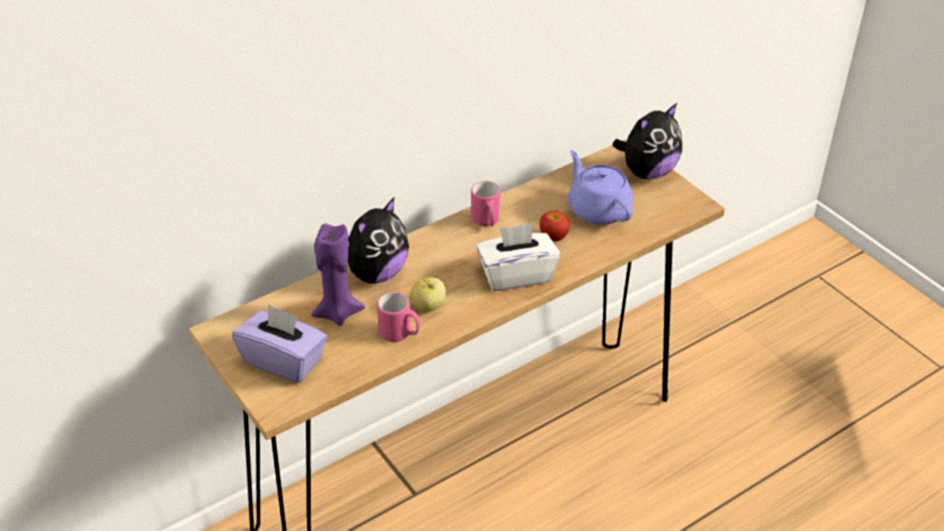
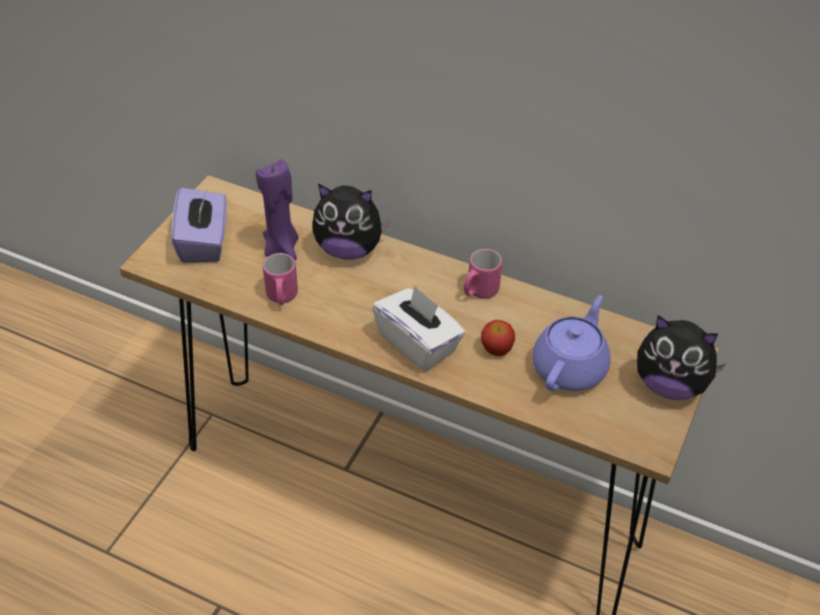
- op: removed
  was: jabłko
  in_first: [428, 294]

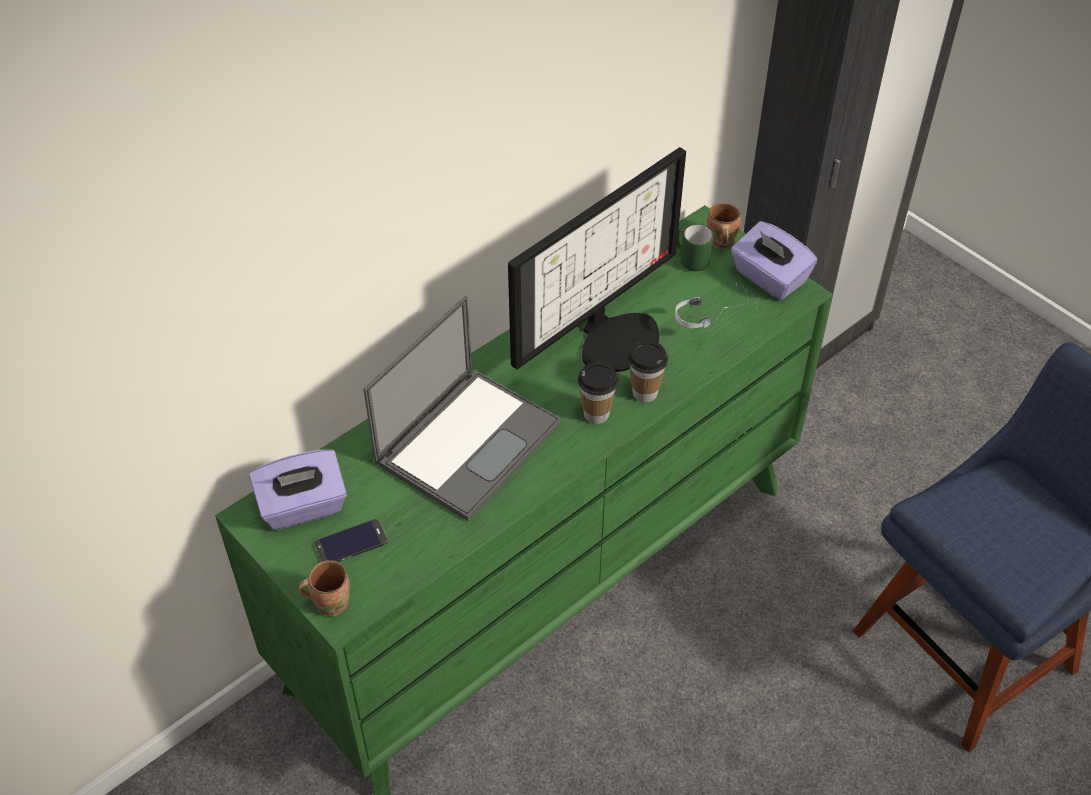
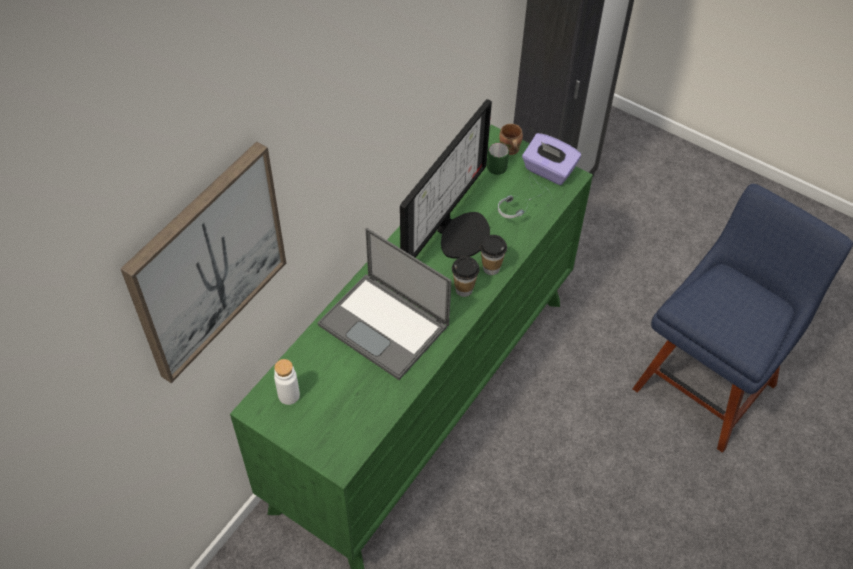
- op: added
  now: obraz
  in_second: [203, 262]
- op: replaced
  was: pudełko chusteczek (fioletowy)
  now: butelka (biały)
  in_first: [298, 489]
  in_second: [287, 382]
- op: turned
  was: laptop
  in_first: [462, 408]
  in_second: [385, 304]
  clockwise: 105
- op: removed
  was: kubek (brązowy)
  in_first: [324, 588]
- op: removed
  was: telefon
  in_first: [351, 540]

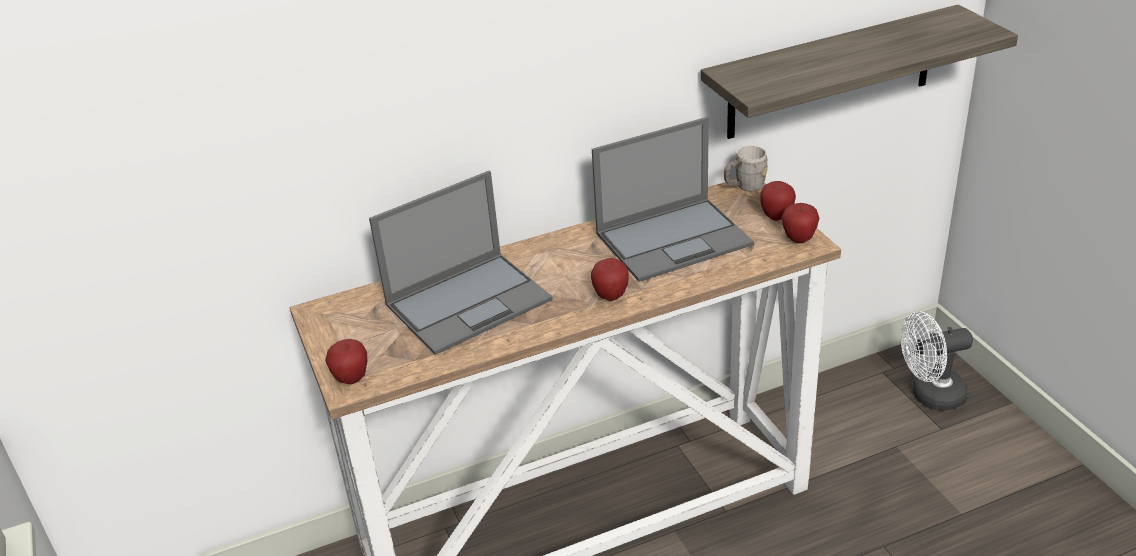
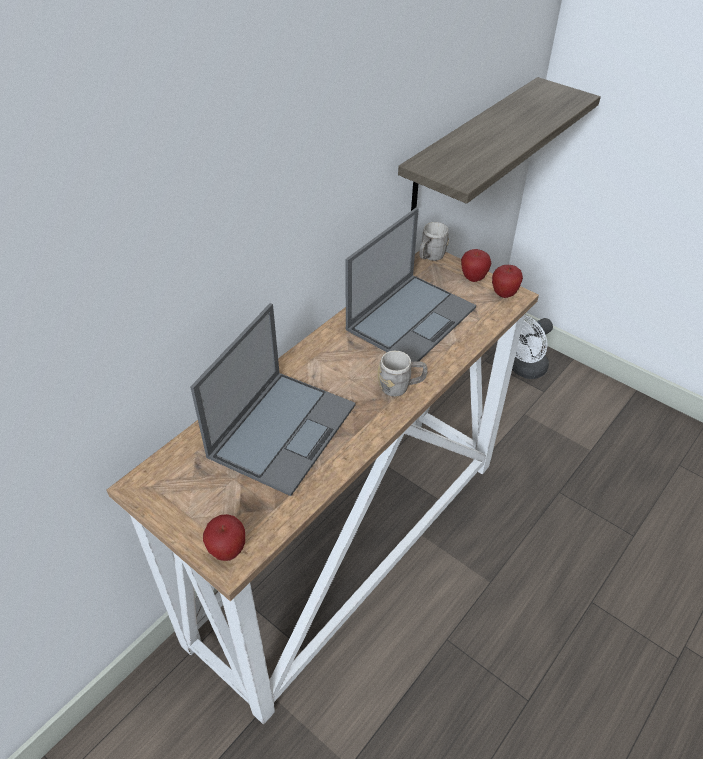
- op: replaced
  was: jabłko
  now: kubek (szary)
  in_first: [610, 279]
  in_second: [403, 374]

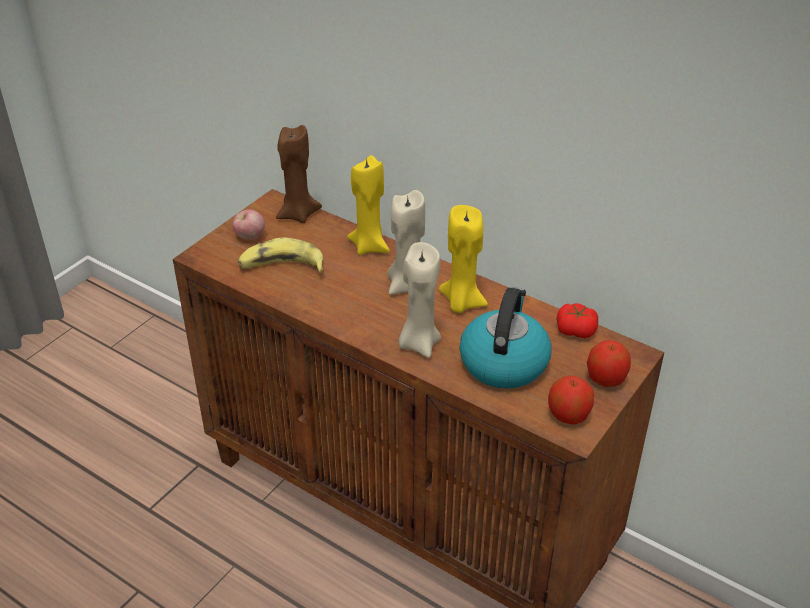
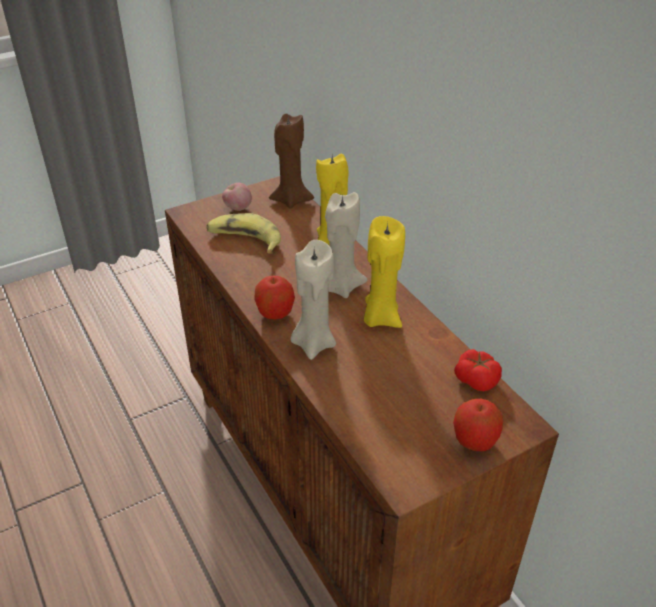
- op: moved
  was: jabłko
  in_first: [571, 400]
  in_second: [275, 297]
- op: removed
  was: czajnik
  in_first: [505, 338]

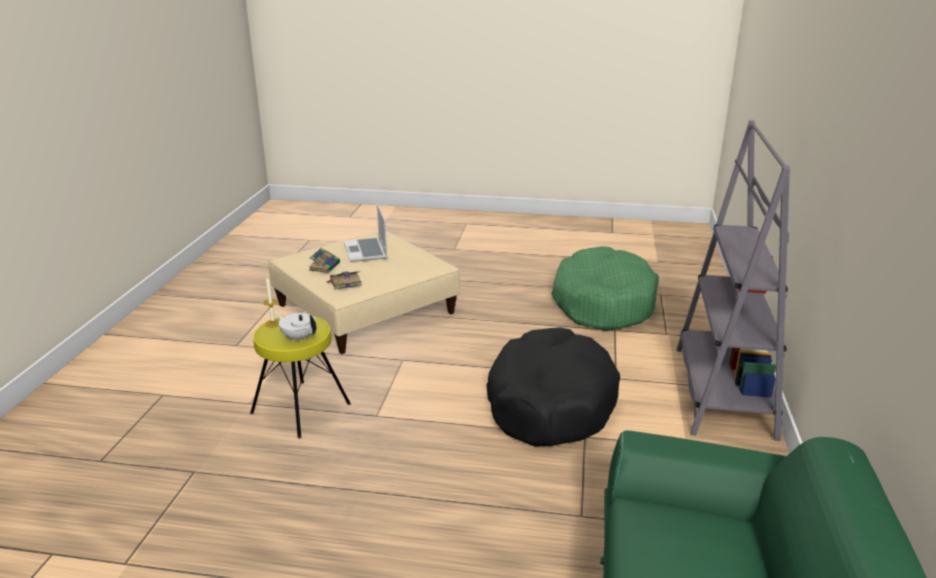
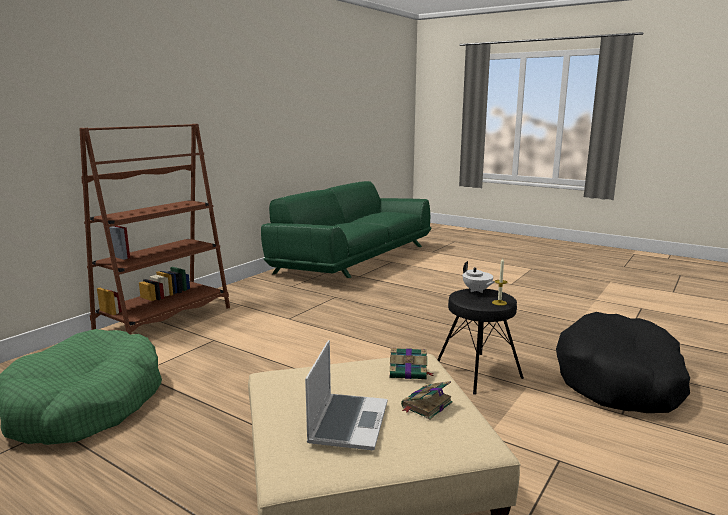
- op: recoloured
  was: regał (szary)
  now: regał (brązowy)
  in_first: [733, 280]
  in_second: [154, 229]
- op: recoloured
  was: stołek (żółty)
  now: stołek (czarny)
  in_first: [300, 377]
  in_second: [480, 342]
- op: moved
  was: legowisko (czarny)
  in_first: [553, 387]
  in_second: [623, 362]

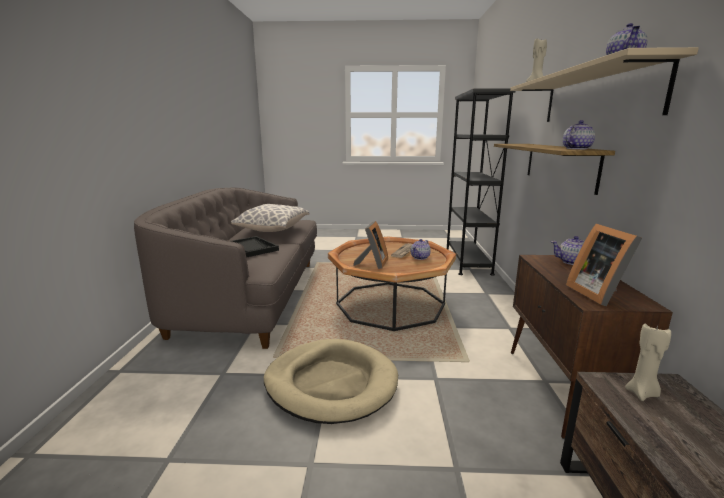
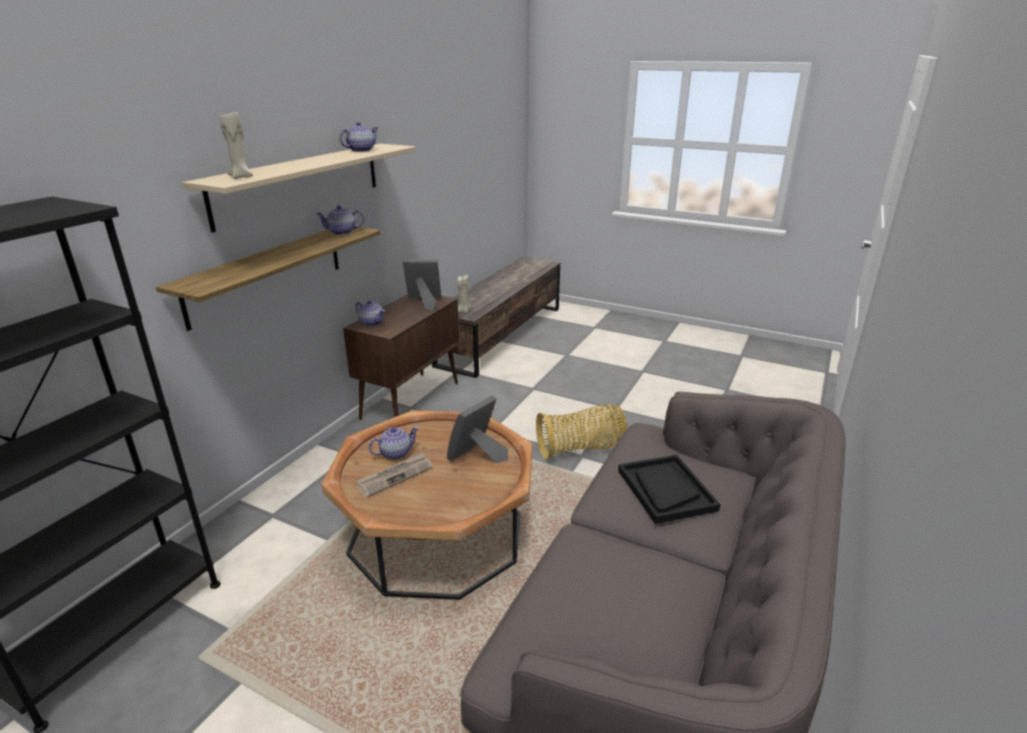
- op: turned
  was: ramka na zdjęcie
  in_first: [604, 265]
  in_second: [422, 285]
  clockwise: -105
- op: replaced
  was: legowisko (beżowy)
  now: koszyk
  in_first: [331, 381]
  in_second: [582, 431]
- op: removed
  was: poduszka
  in_first: [270, 218]

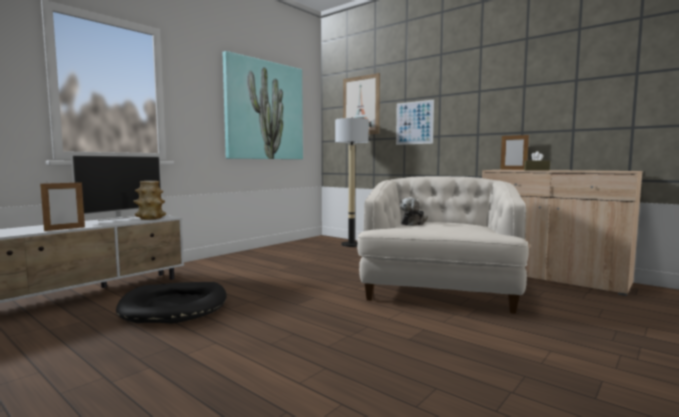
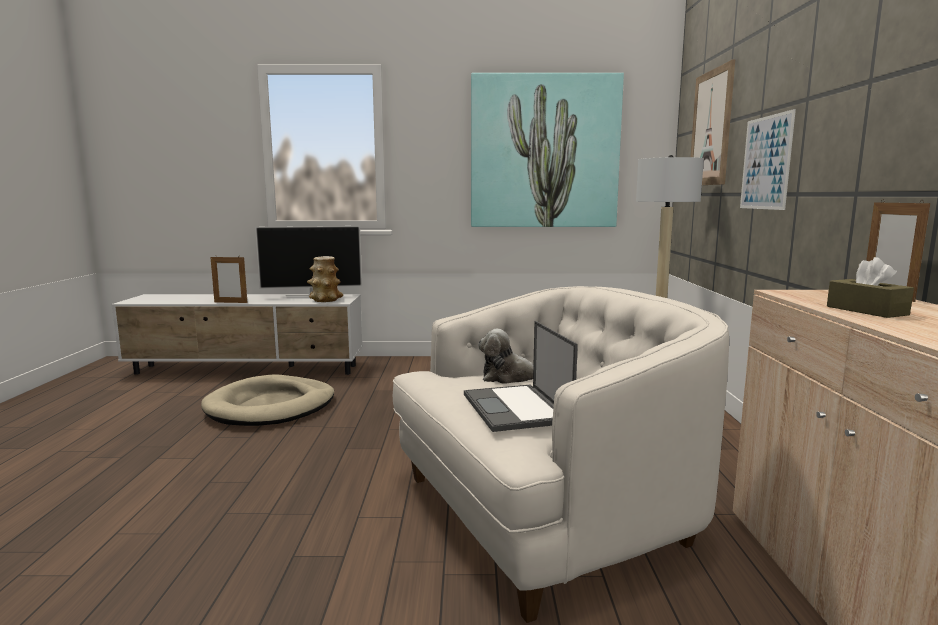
- op: recoloured
  was: legowisko (czarny)
  now: legowisko (beżowy)
  in_first: [171, 303]
  in_second: [267, 400]
- op: added
  now: laptop
  in_second: [521, 376]

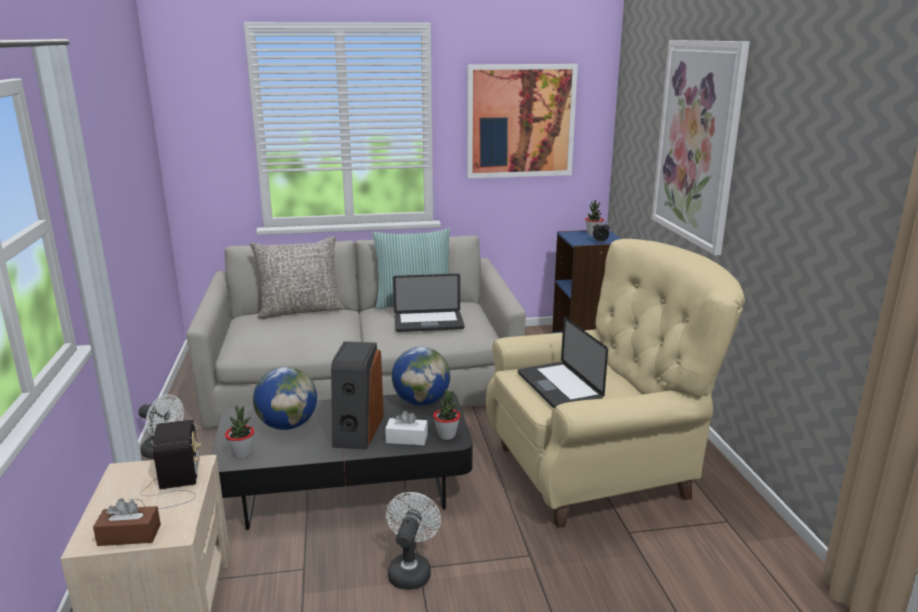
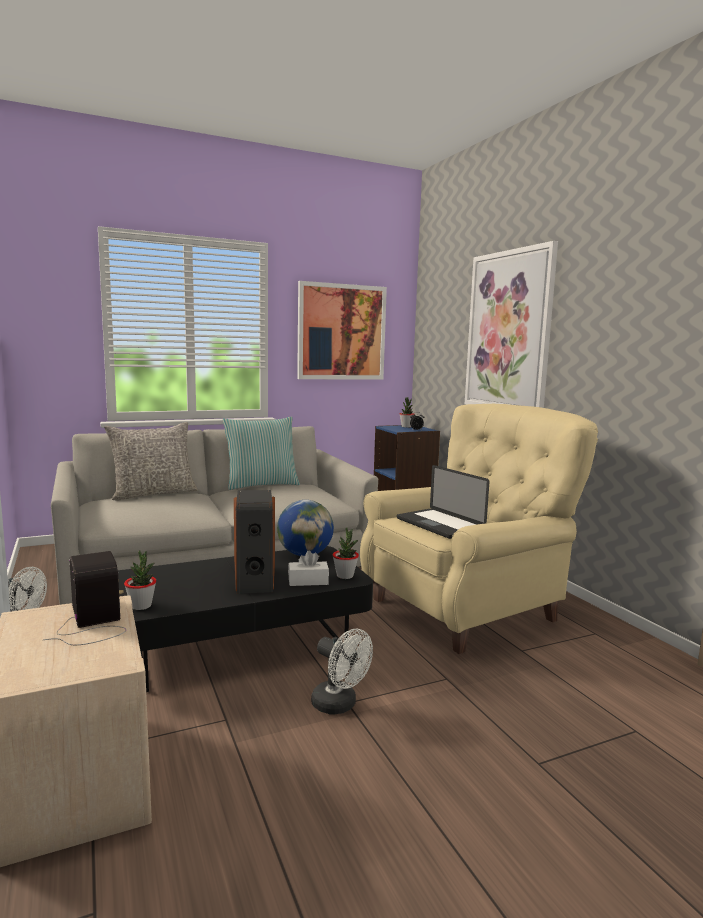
- op: turned
  was: wentylator (biały)
  in_first: [413, 541]
  in_second: [342, 671]
  clockwise: 135
- op: removed
  was: pudełko chusteczek (brązowy)
  in_first: [127, 522]
- op: removed
  was: globus
  in_first: [285, 398]
- op: removed
  was: laptop
  in_first: [429, 303]

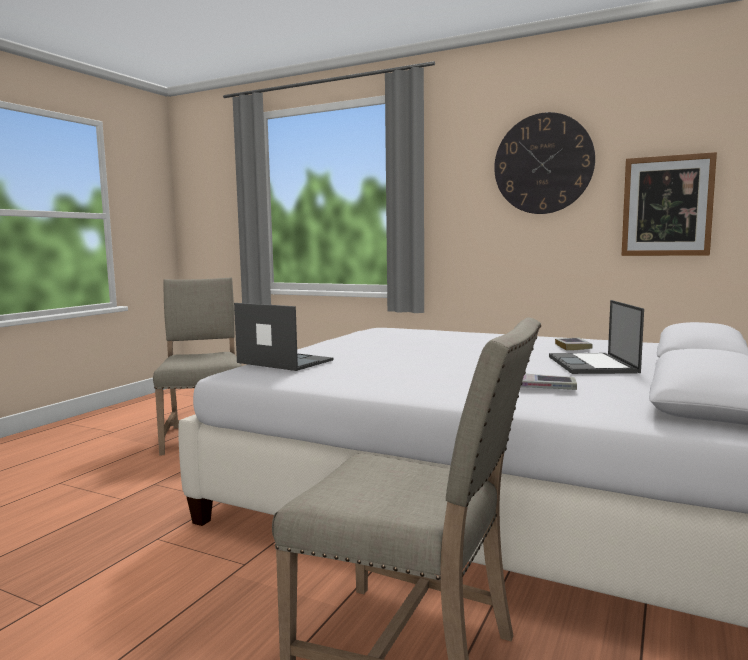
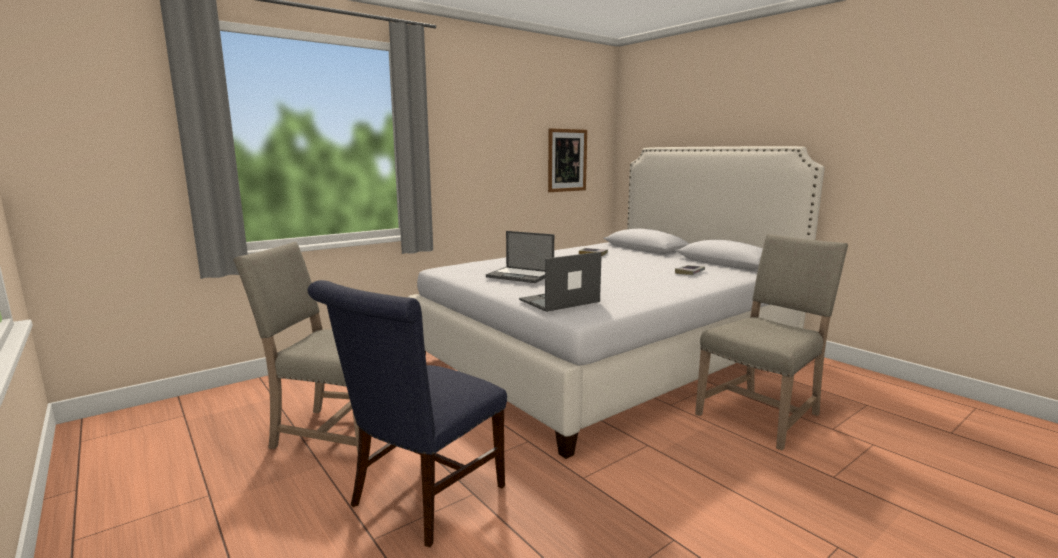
- op: added
  now: krzesło (niebieski)
  in_second: [407, 413]
- op: moved
  was: laptop
  in_first: [596, 337]
  in_second: [520, 257]
- op: removed
  was: zegar ścienny
  in_first: [544, 163]

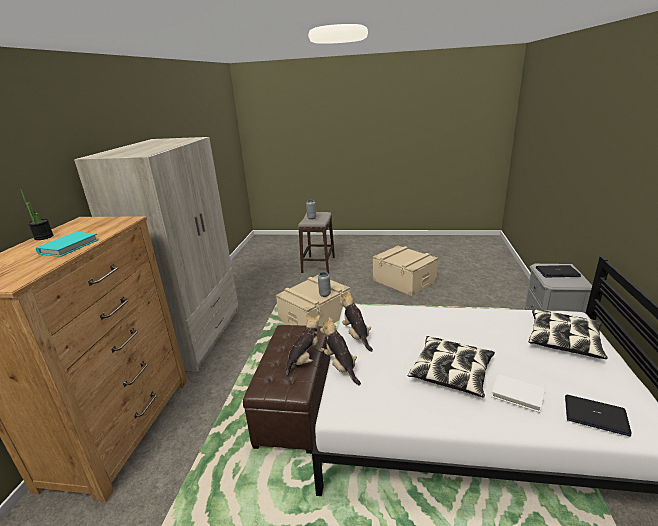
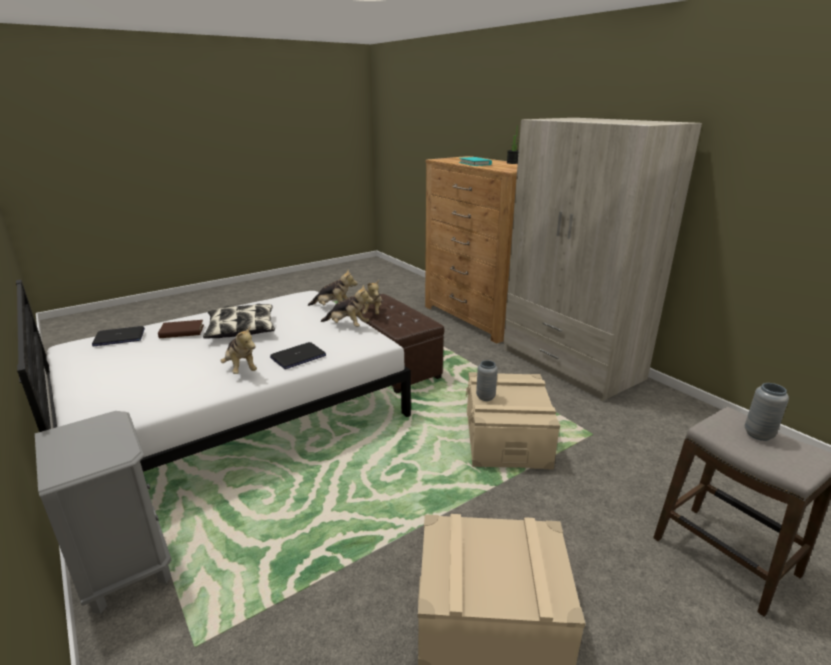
- op: recoloured
  was: książka (biały)
  now: książka (brązowy)
  in_first: [518, 393]
  in_second: [181, 329]
- op: added
  now: pluszak
  in_second: [238, 350]
- op: moved
  was: laptop
  in_first: [558, 271]
  in_second: [298, 355]
- op: removed
  was: poduszka
  in_first: [568, 334]

